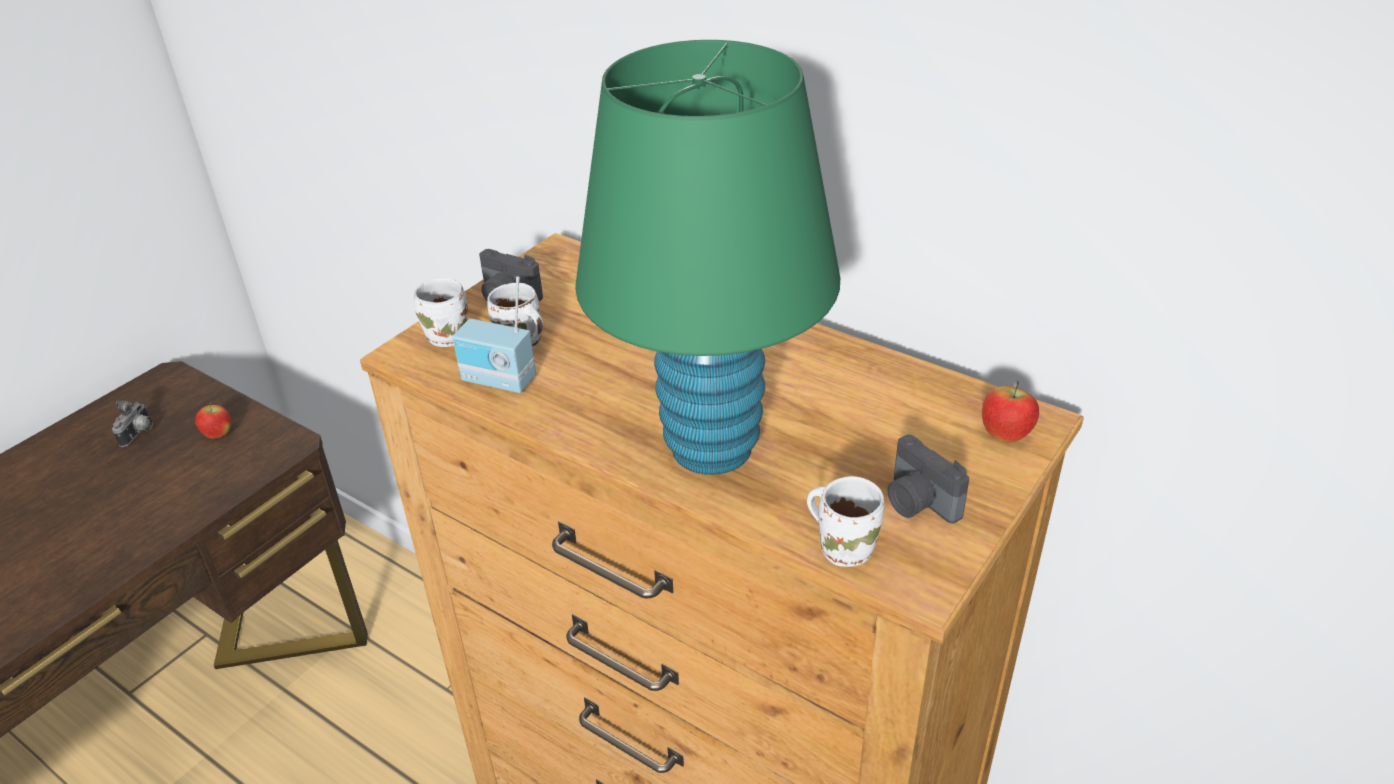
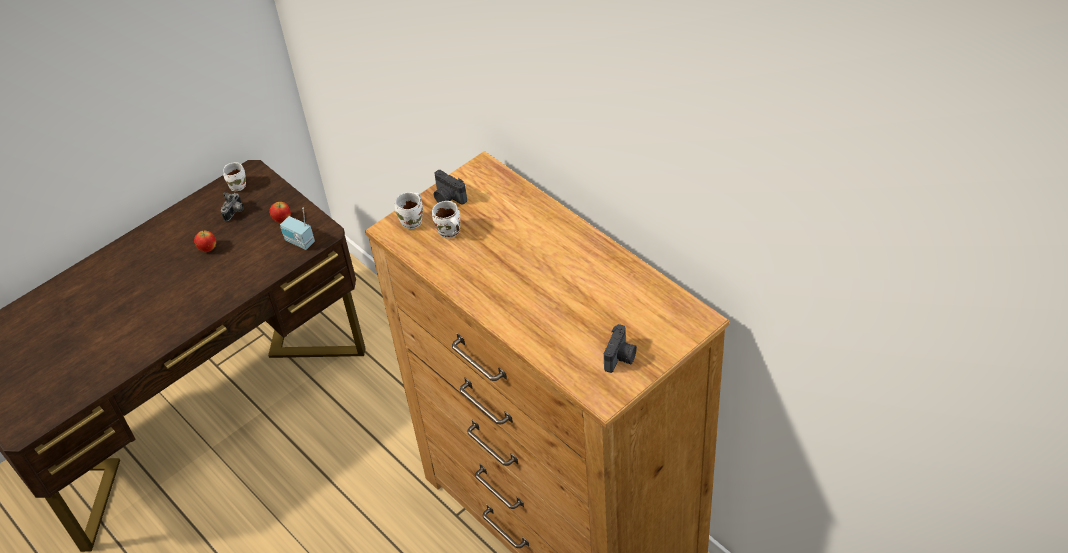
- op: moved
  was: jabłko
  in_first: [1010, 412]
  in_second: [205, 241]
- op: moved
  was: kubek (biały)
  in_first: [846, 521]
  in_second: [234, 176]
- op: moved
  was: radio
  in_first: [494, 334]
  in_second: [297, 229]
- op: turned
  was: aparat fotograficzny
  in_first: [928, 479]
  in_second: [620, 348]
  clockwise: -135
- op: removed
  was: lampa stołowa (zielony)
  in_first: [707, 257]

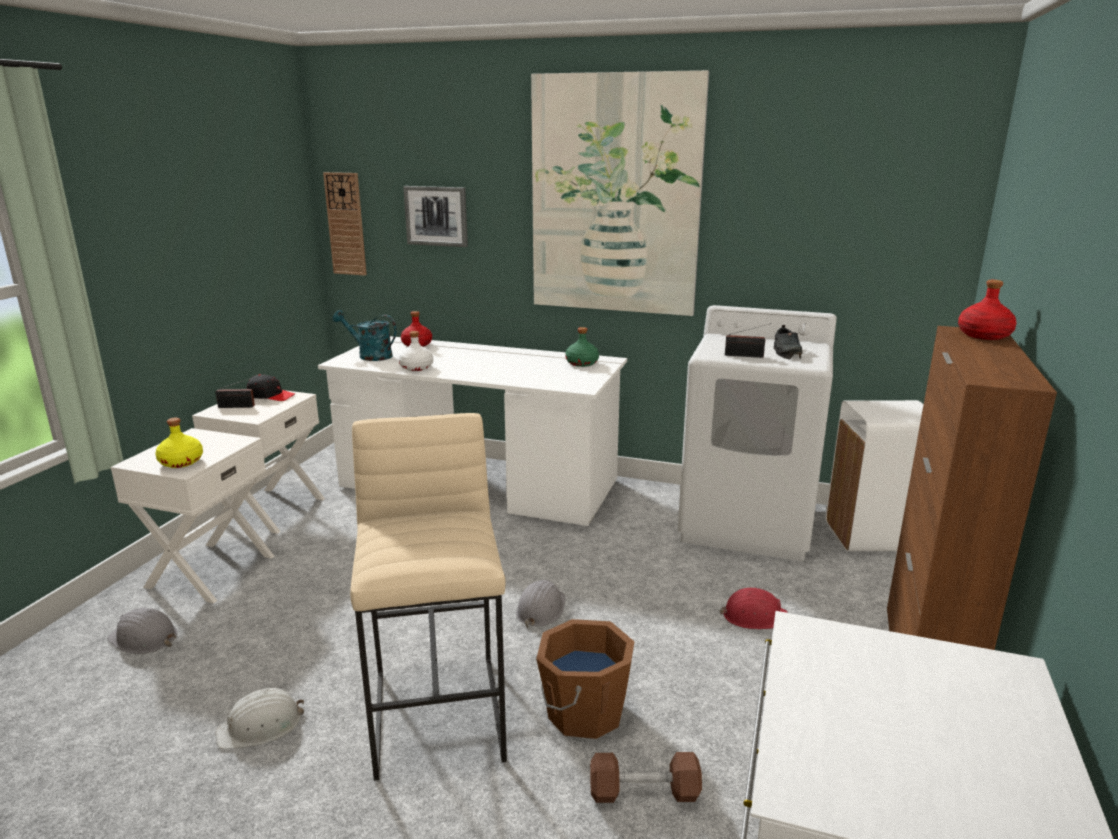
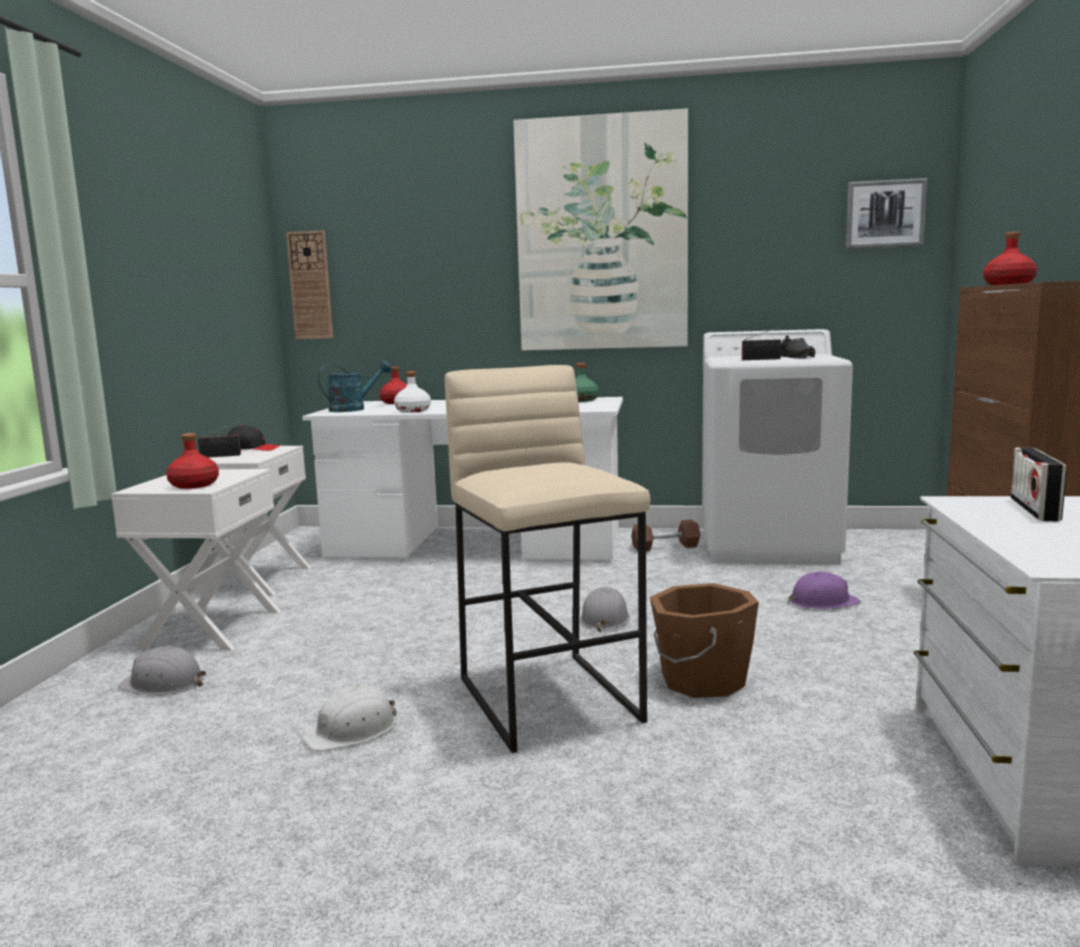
- op: recoloured
  was: butelka (żółty)
  now: butelka (czerwony)
  in_first: [179, 443]
  in_second: [192, 461]
- op: turned
  was: konewka (turkusowy)
  in_first: [365, 335]
  in_second: [355, 386]
  clockwise: 135
- op: moved
  was: hantel (brązowy)
  in_first: [646, 777]
  in_second: [665, 535]
- op: recoloured
  was: kask (czerwony)
  now: kask (fioletowy)
  in_first: [754, 608]
  in_second: [824, 590]
- op: moved
  was: obraz
  in_first: [435, 216]
  in_second: [887, 213]
- op: added
  now: radio
  in_second: [1039, 484]
- op: removed
  was: kosz na śmieci (biały)
  in_first: [875, 475]

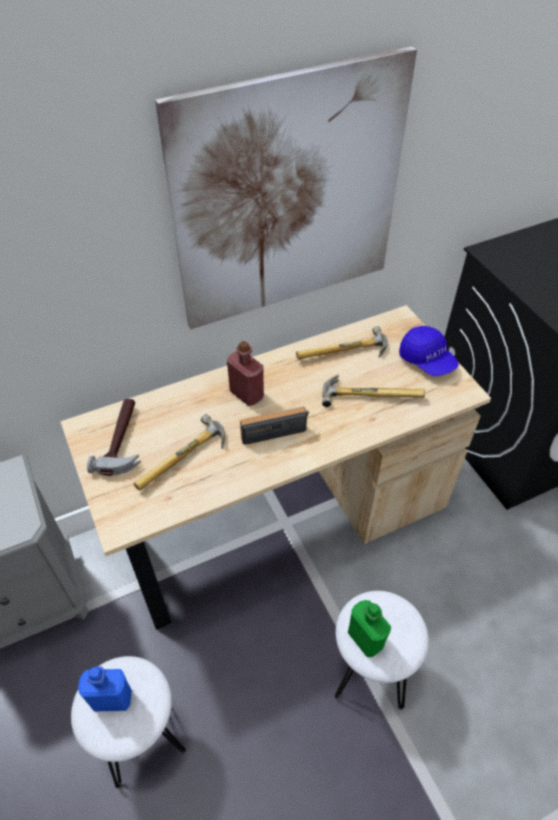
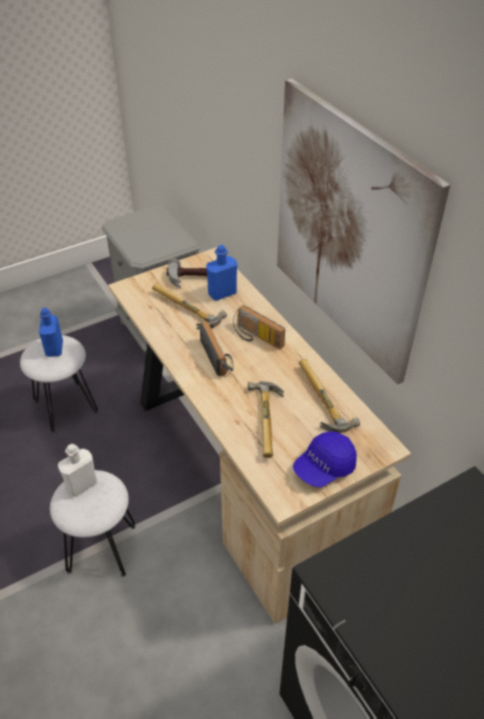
- op: recoloured
  was: butelka (zielony)
  now: butelka (biały)
  in_first: [369, 628]
  in_second: [77, 470]
- op: added
  now: butelka (niebieski)
  in_second: [221, 273]
- op: replaced
  was: butelka (czerwony)
  now: radio
  in_first: [245, 373]
  in_second: [259, 327]

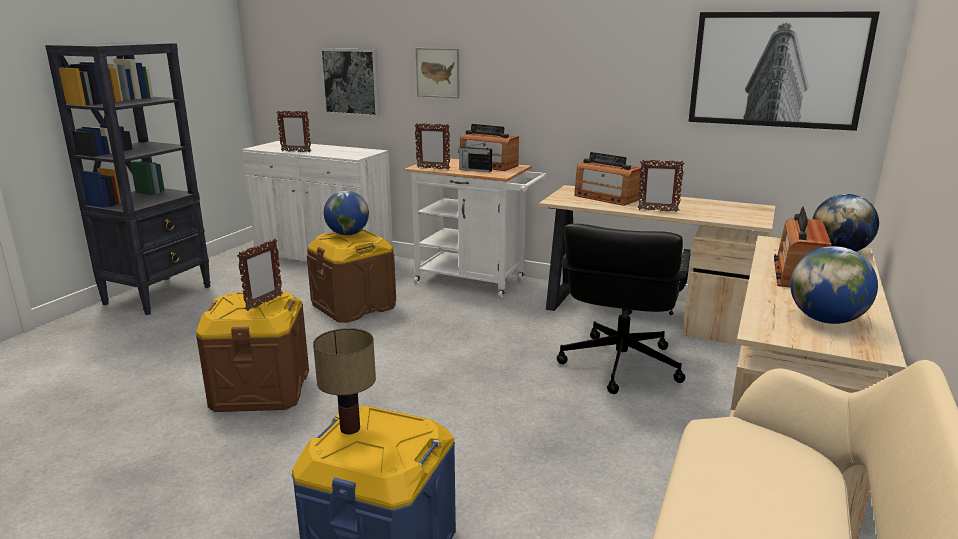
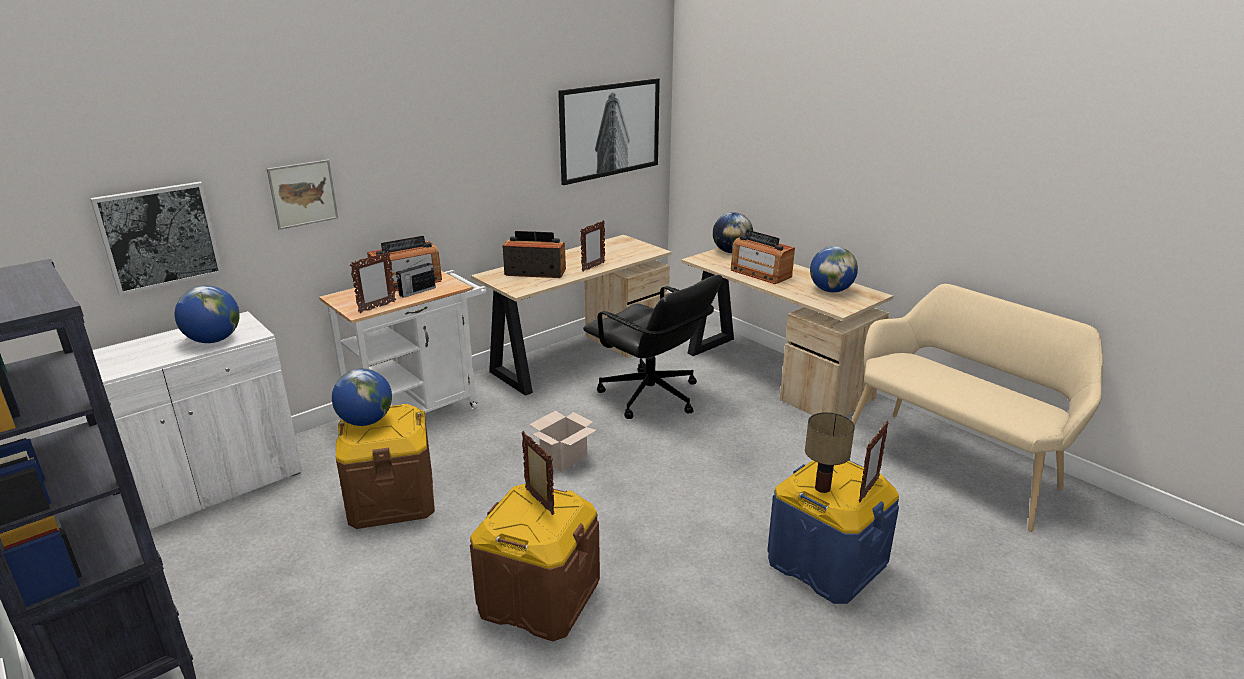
- op: added
  now: globus
  in_second: [207, 314]
- op: turned
  was: radio
  in_first: [608, 179]
  in_second: [534, 254]
  clockwise: -150
- op: added
  now: karton
  in_second: [563, 441]
- op: moved
  was: ramka na zdjęcie
  in_first: [293, 131]
  in_second: [874, 462]

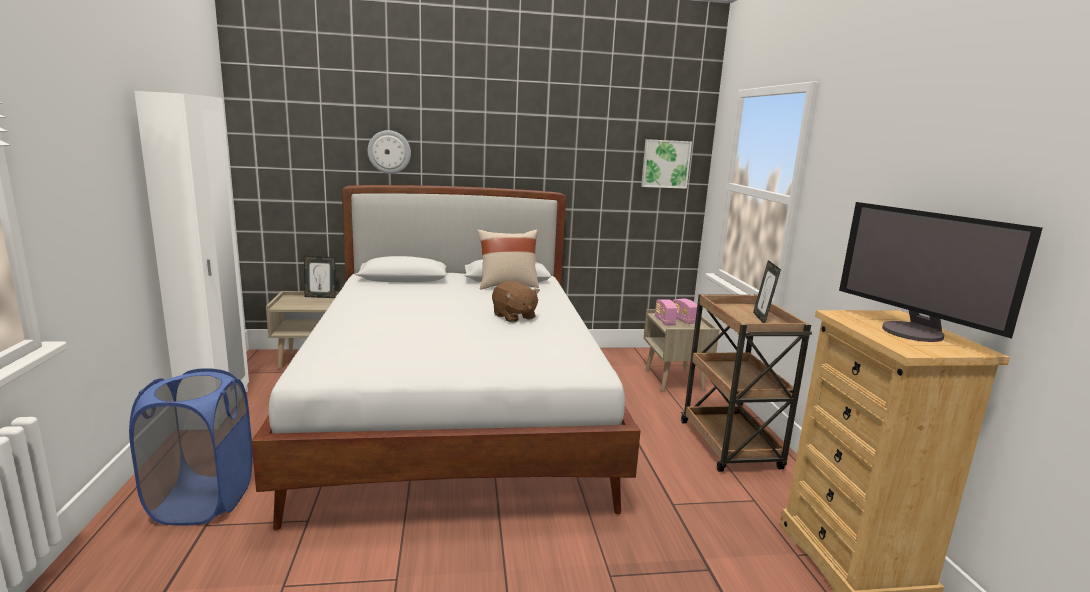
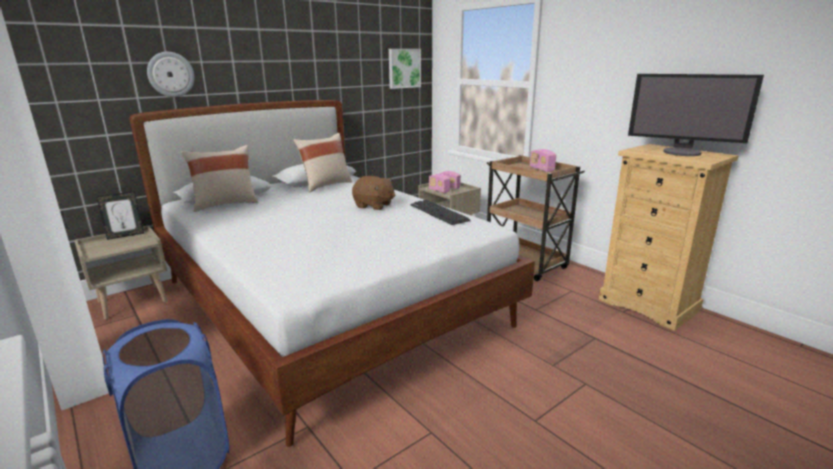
- op: added
  now: poduszka (beżowy)
  in_second: [219, 178]
- op: added
  now: klawiatura
  in_second: [440, 212]
- op: replaced
  was: ramka na zdjęcie
  now: radio
  in_first: [767, 291]
  in_second: [543, 160]

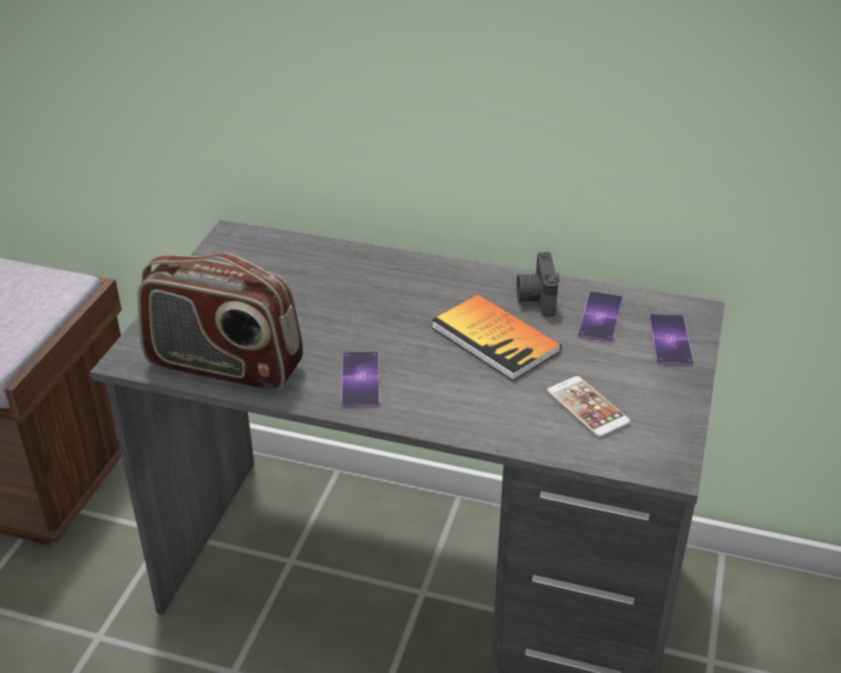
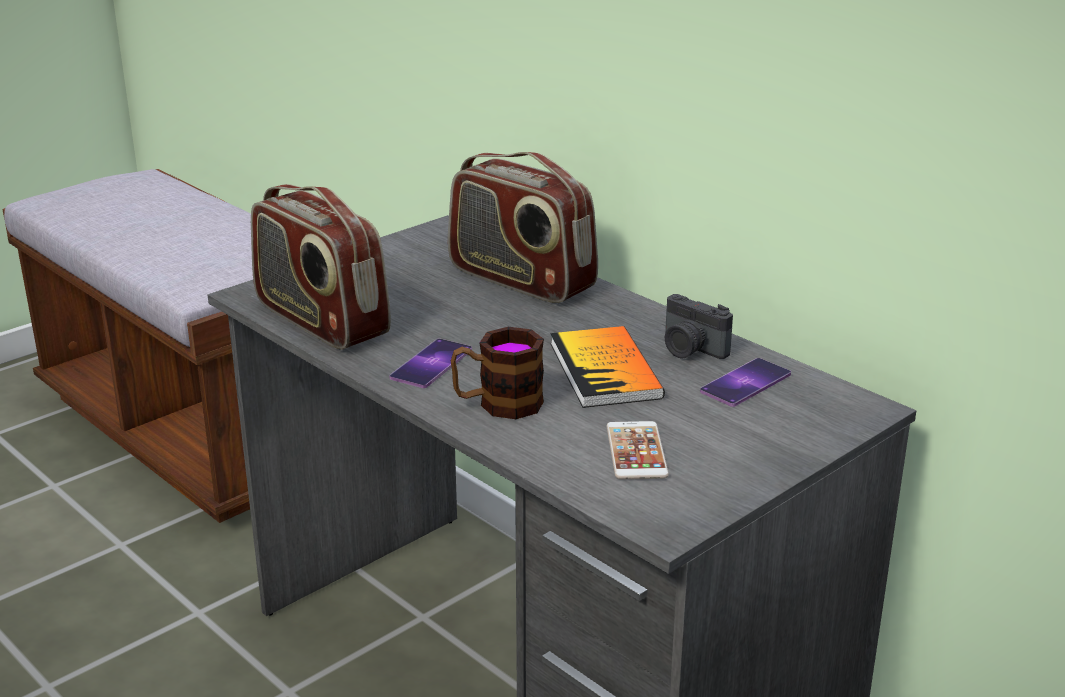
- op: added
  now: radio
  in_second: [523, 227]
- op: added
  now: kubek
  in_second: [497, 373]
- op: turned
  was: aparat fotograficzny
  in_first: [538, 284]
  in_second: [699, 326]
  clockwise: -75
- op: removed
  was: telefon
  in_first: [671, 339]

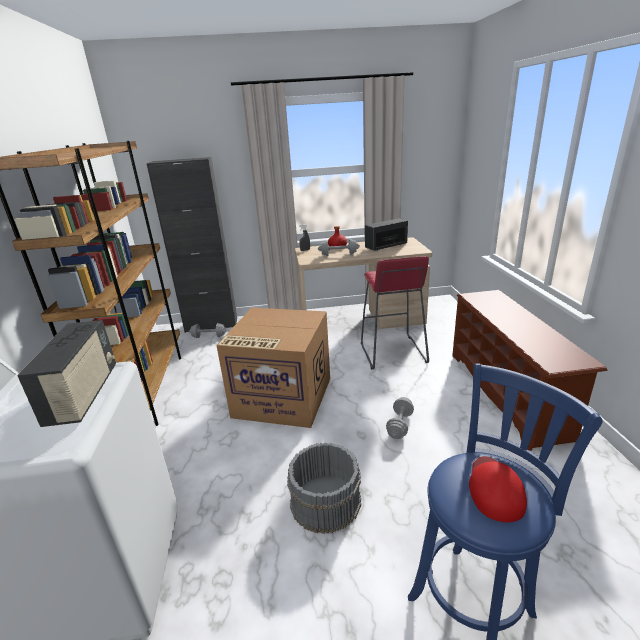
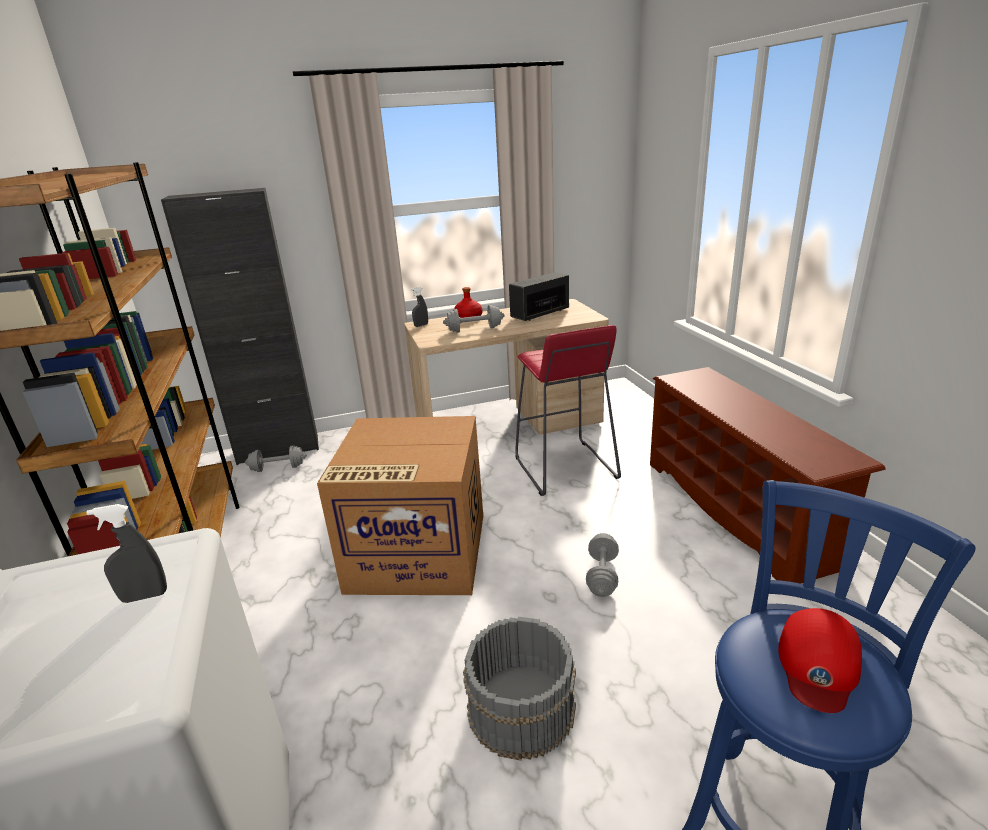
- op: replaced
  was: radio
  now: spryskiwacz (szary)
  in_first: [66, 373]
  in_second: [126, 553]
- op: turned
  was: czapka z daszkiem (czerwony)
  in_first: [498, 489]
  in_second: [820, 660]
  clockwise: -150

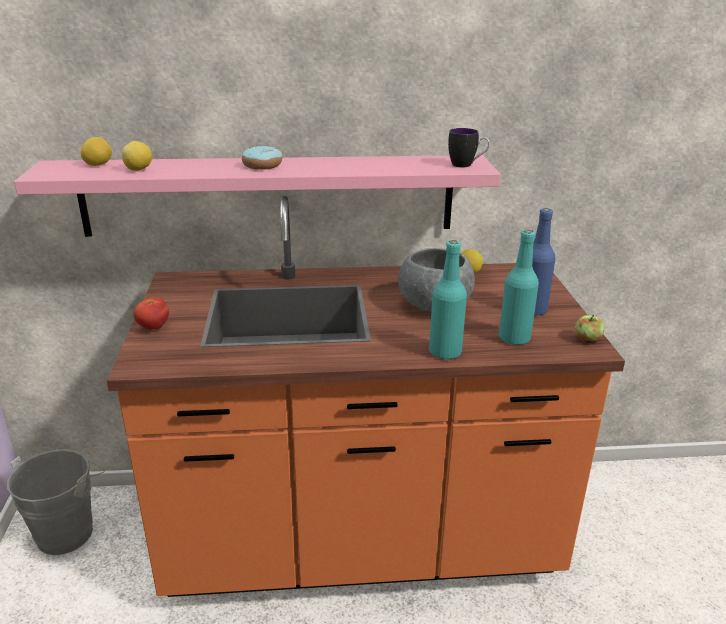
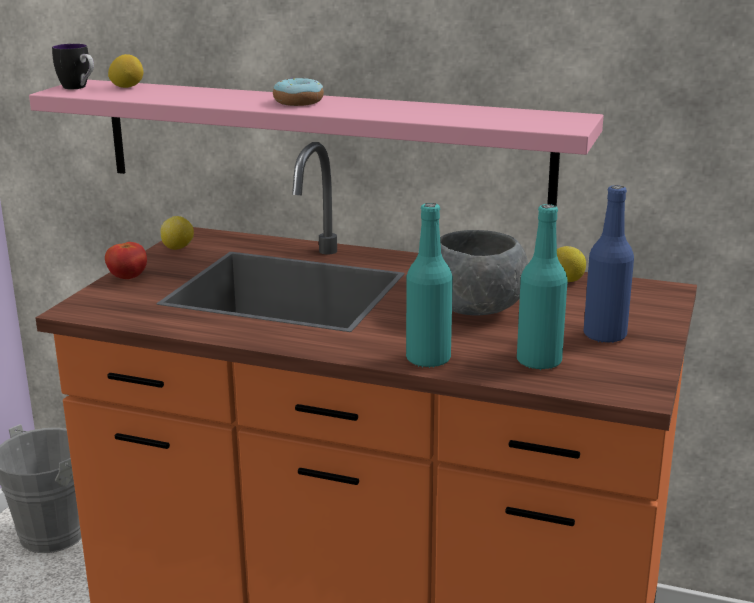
- op: moved
  was: kubek
  in_first: [469, 148]
  in_second: [73, 66]
- op: moved
  was: cytryna
  in_first: [136, 156]
  in_second: [177, 233]
- op: removed
  was: jabłko
  in_first: [589, 329]

